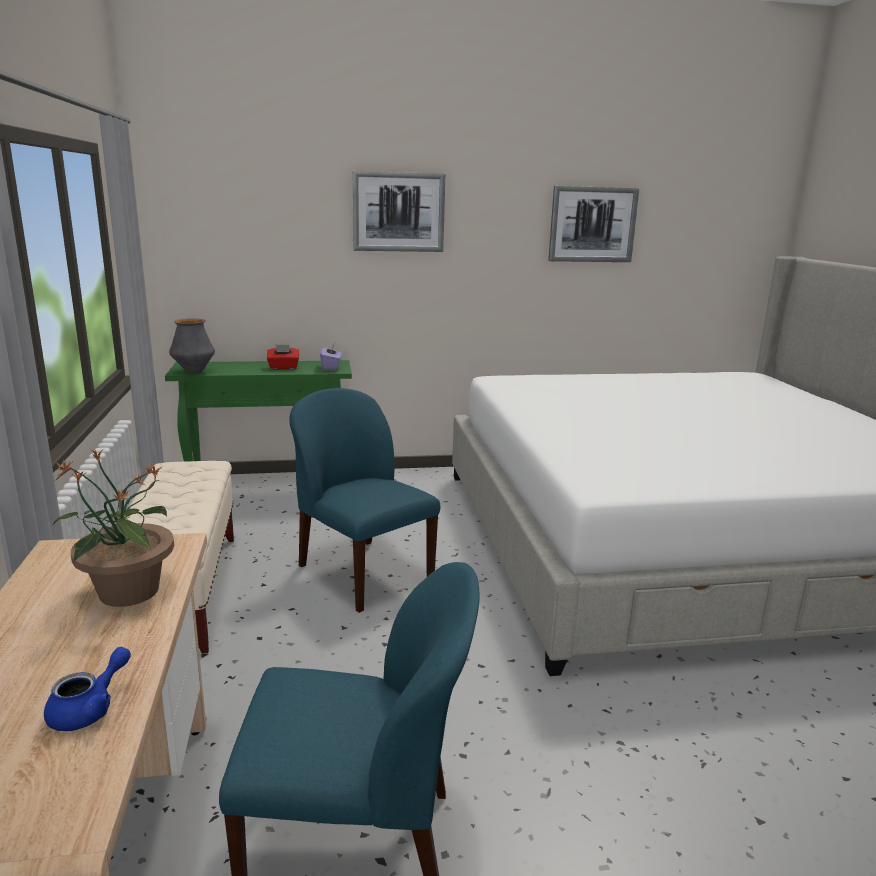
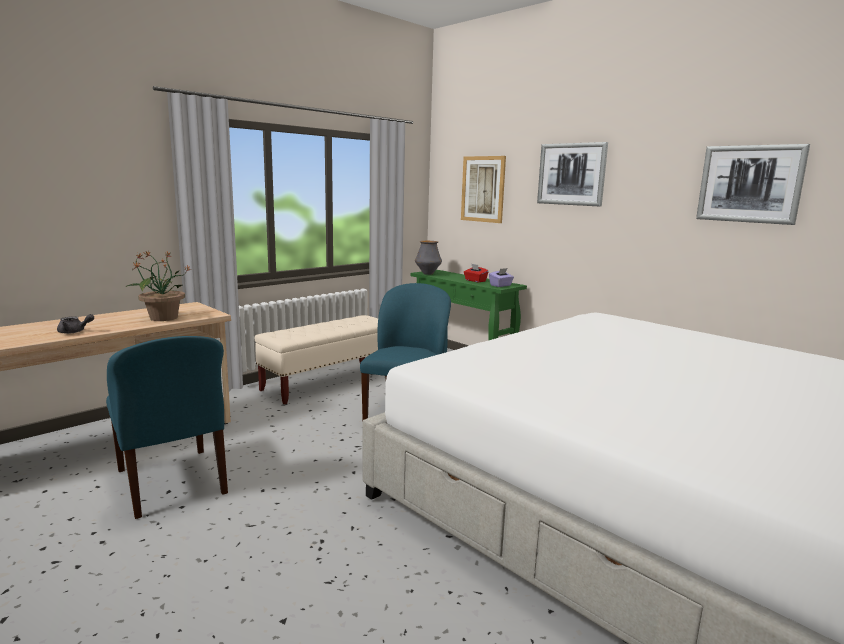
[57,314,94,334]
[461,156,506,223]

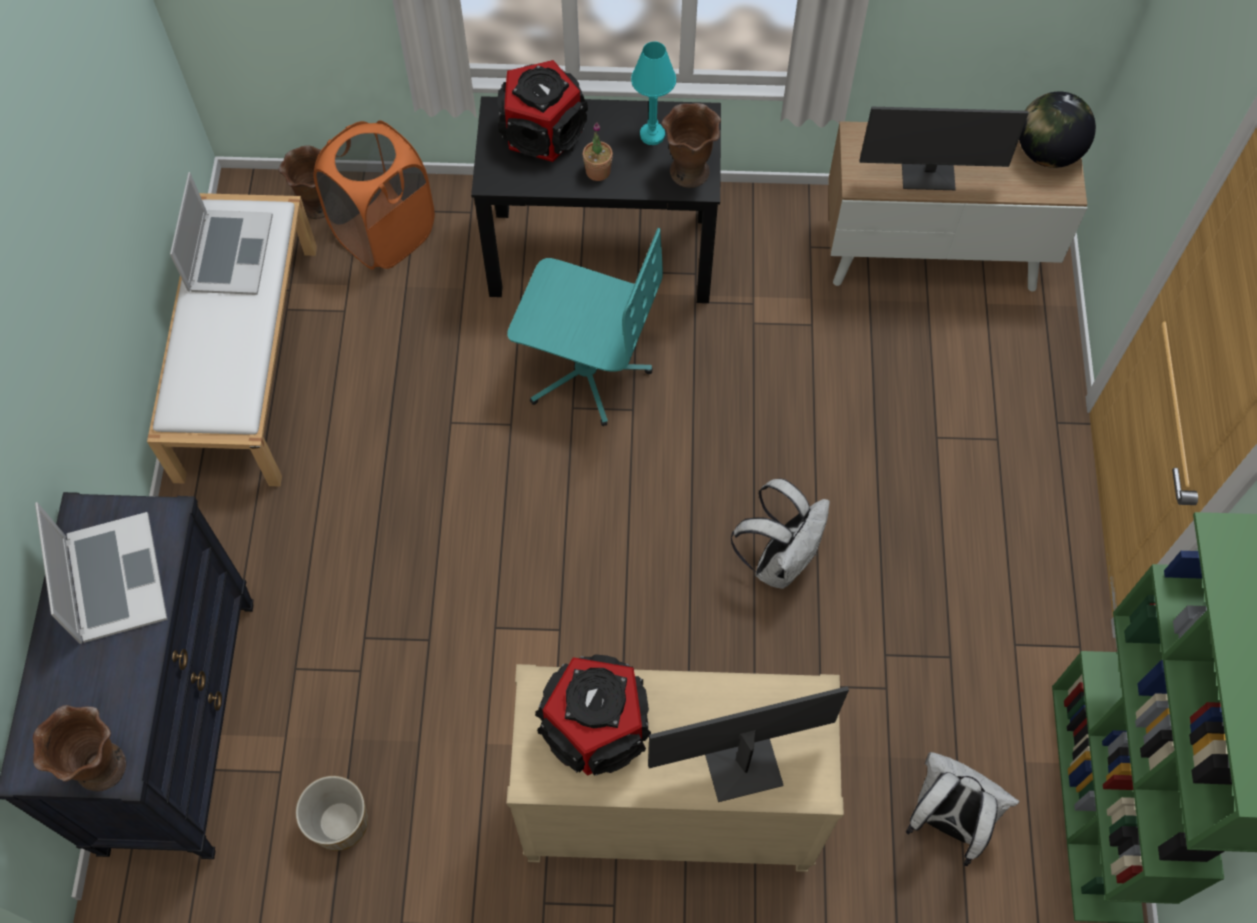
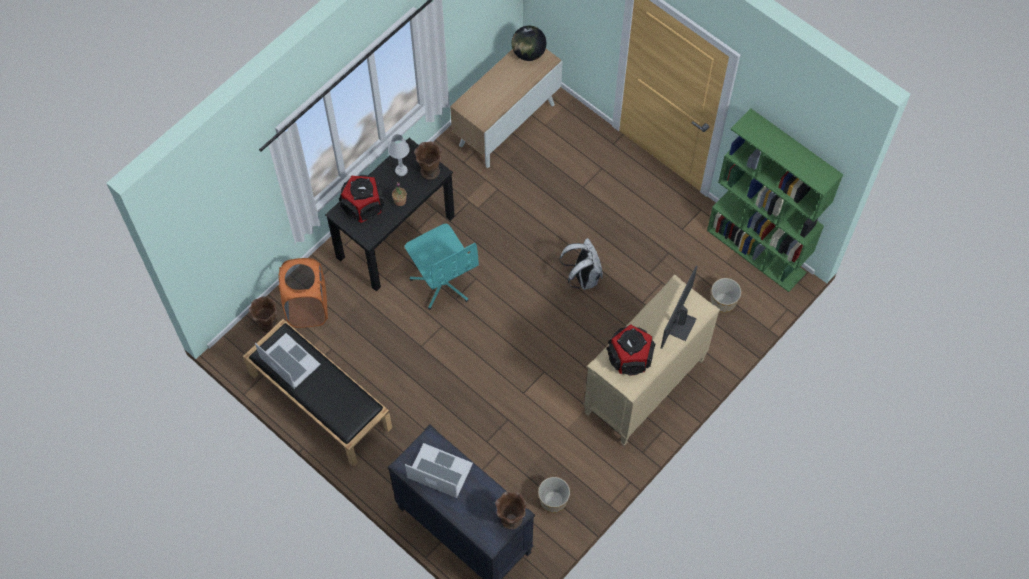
[243,319,392,467]
[405,224,479,310]
[388,134,410,176]
[860,107,1029,190] (first image)
[711,278,741,313]

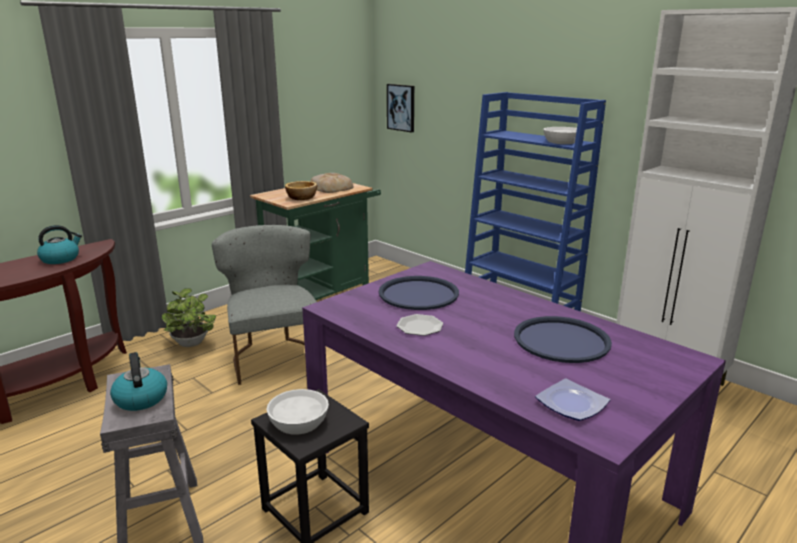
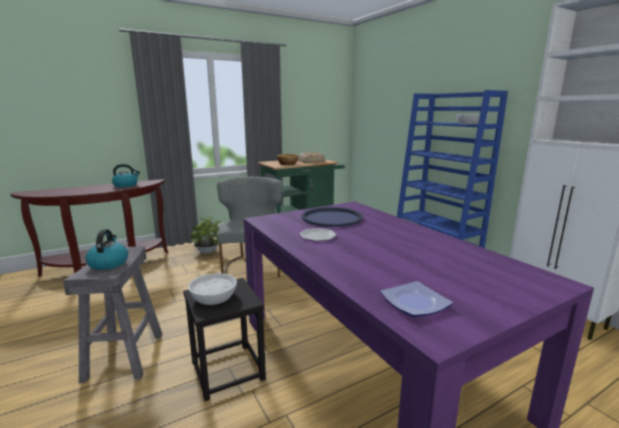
[387,84,414,132] (first image)
[514,316,612,363] (first image)

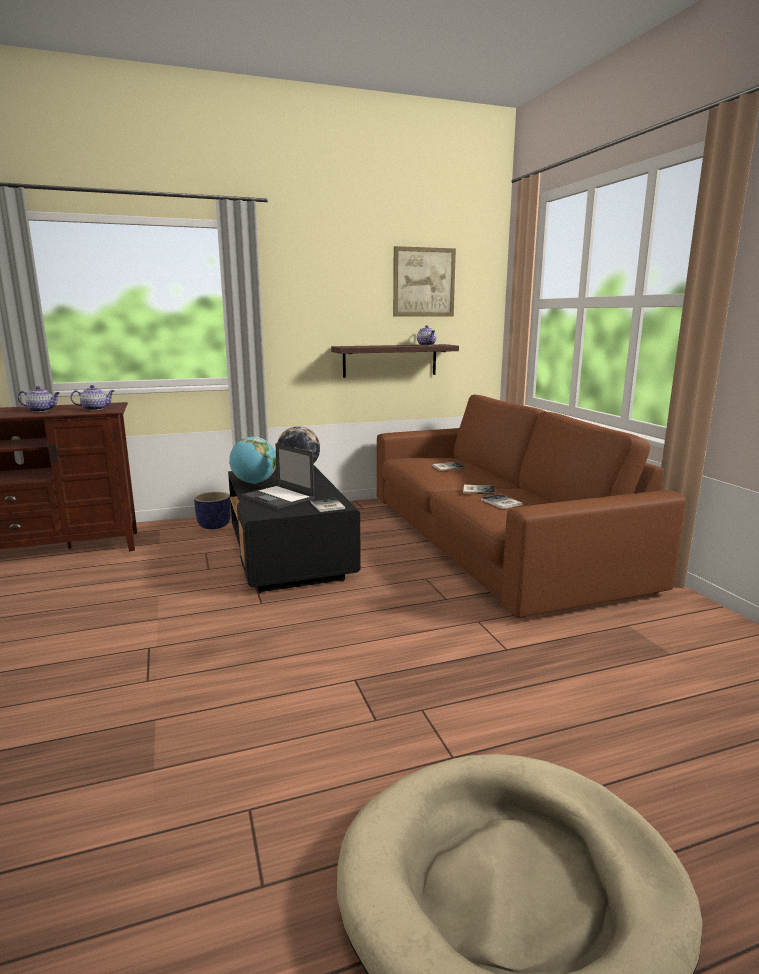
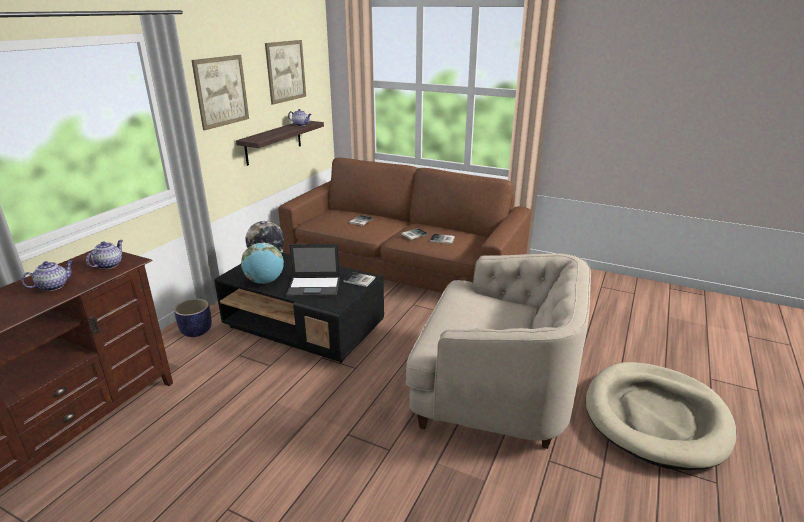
[191,55,249,130]
[406,253,591,449]

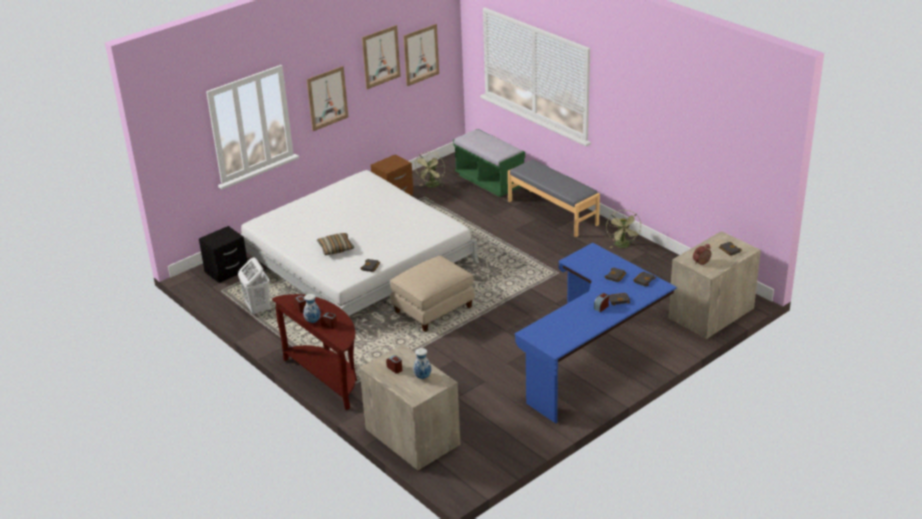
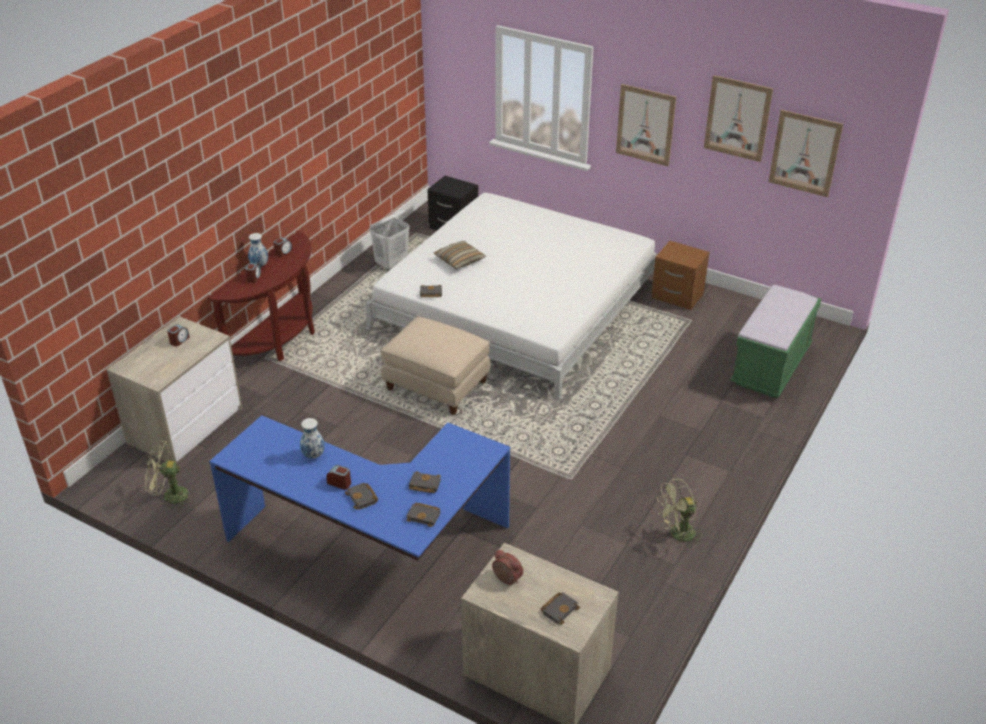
[300,418,325,459]
[145,440,194,510]
[508,159,600,237] (first image)

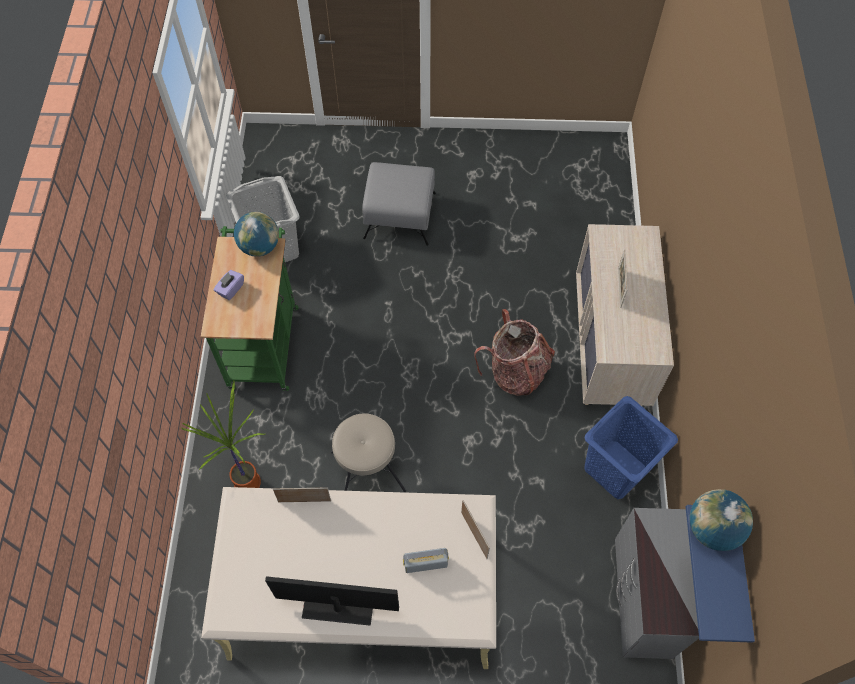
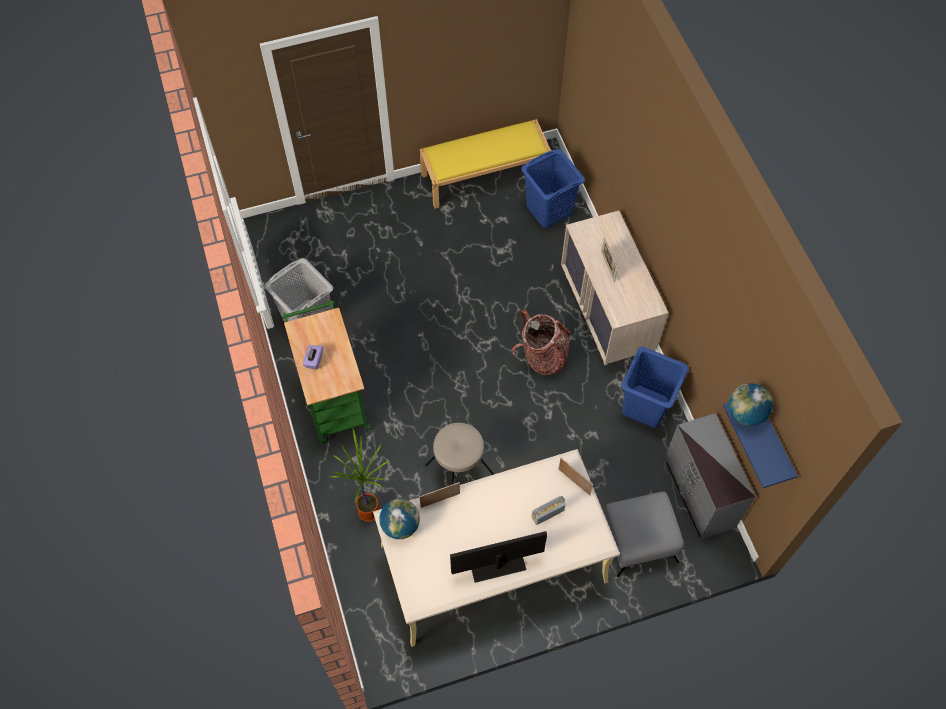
[379,499,420,539]
[604,491,684,577]
[420,119,551,209]
[521,149,585,228]

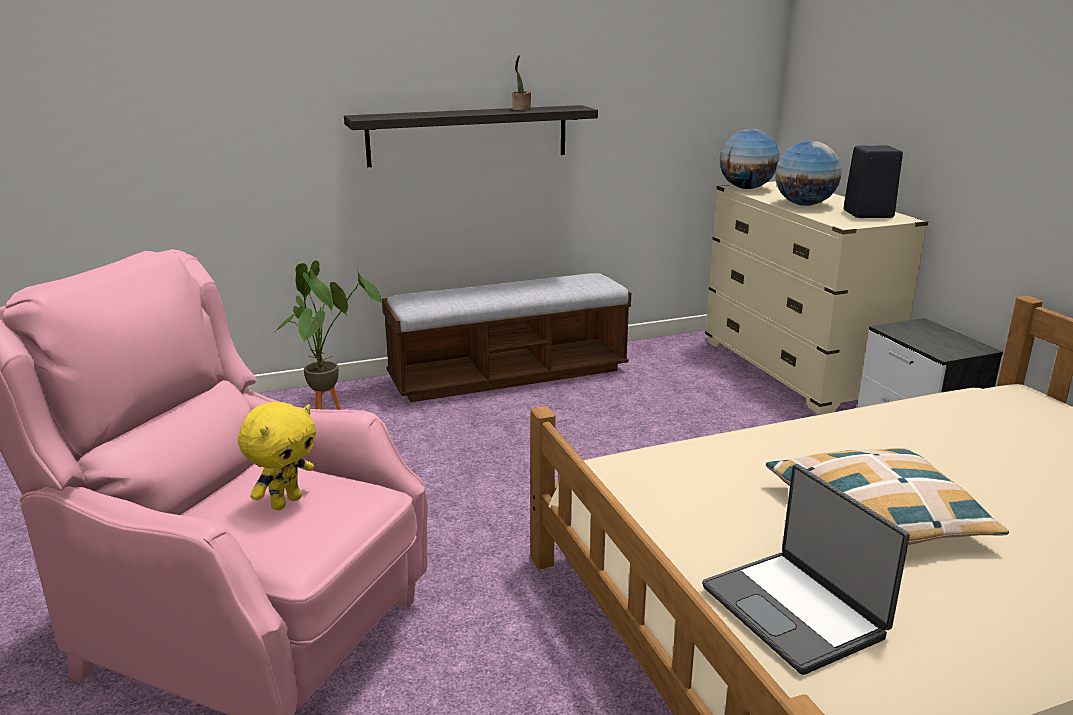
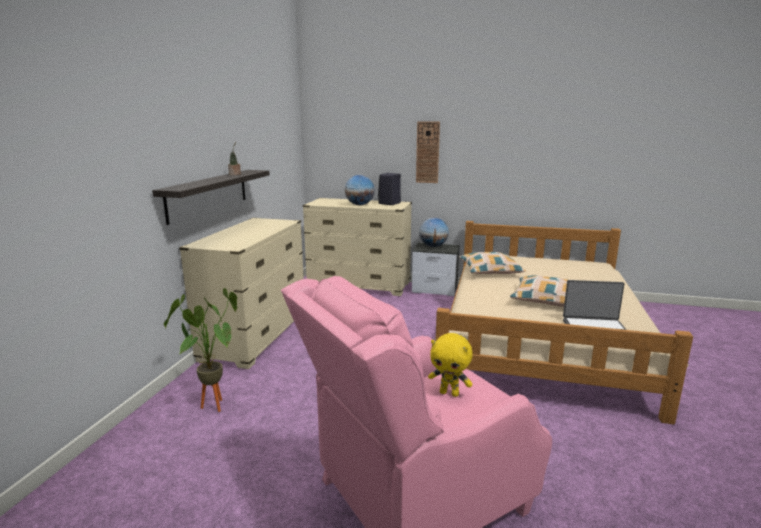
[428,333,472,397]
[179,218,304,369]
[419,217,449,247]
[416,121,440,183]
[459,252,526,274]

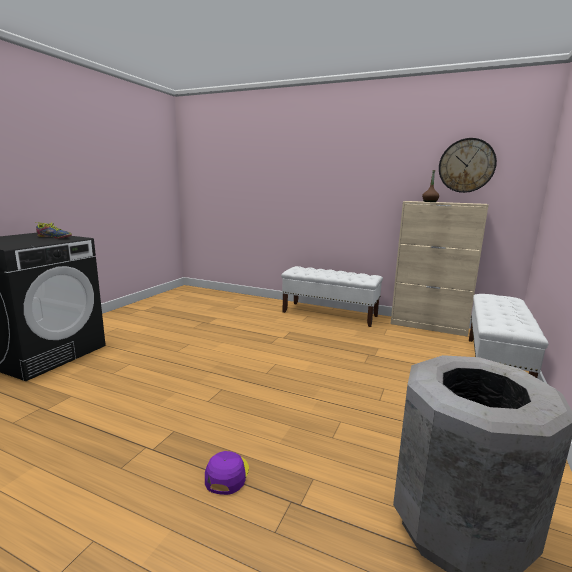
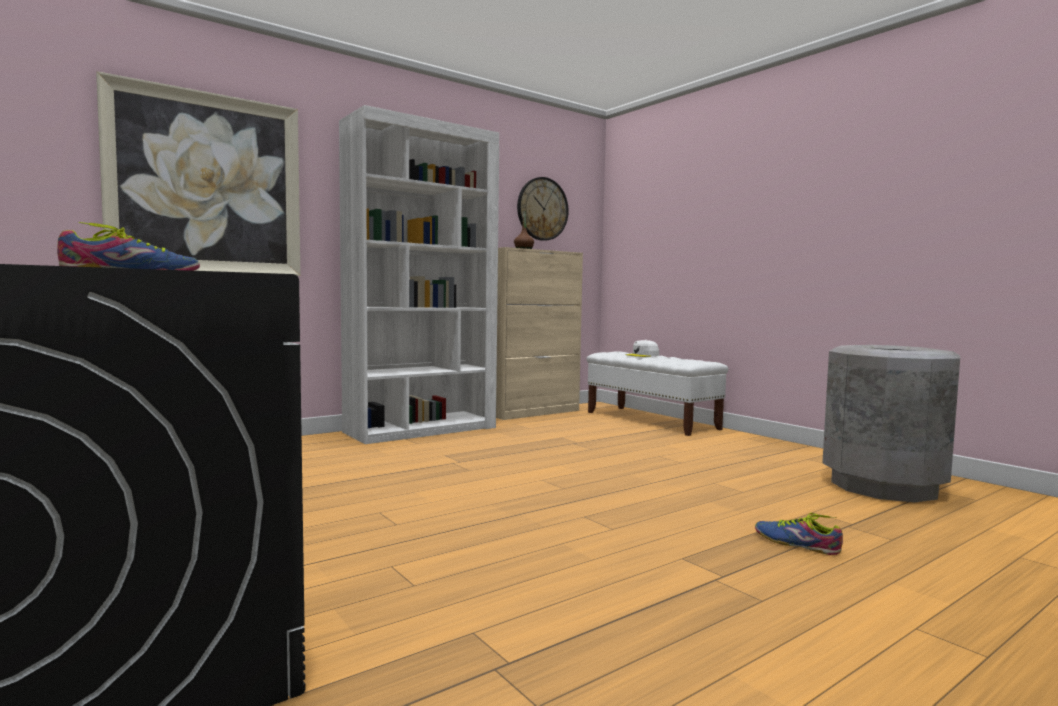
[755,513,843,555]
[339,105,499,444]
[96,71,300,276]
[625,340,659,357]

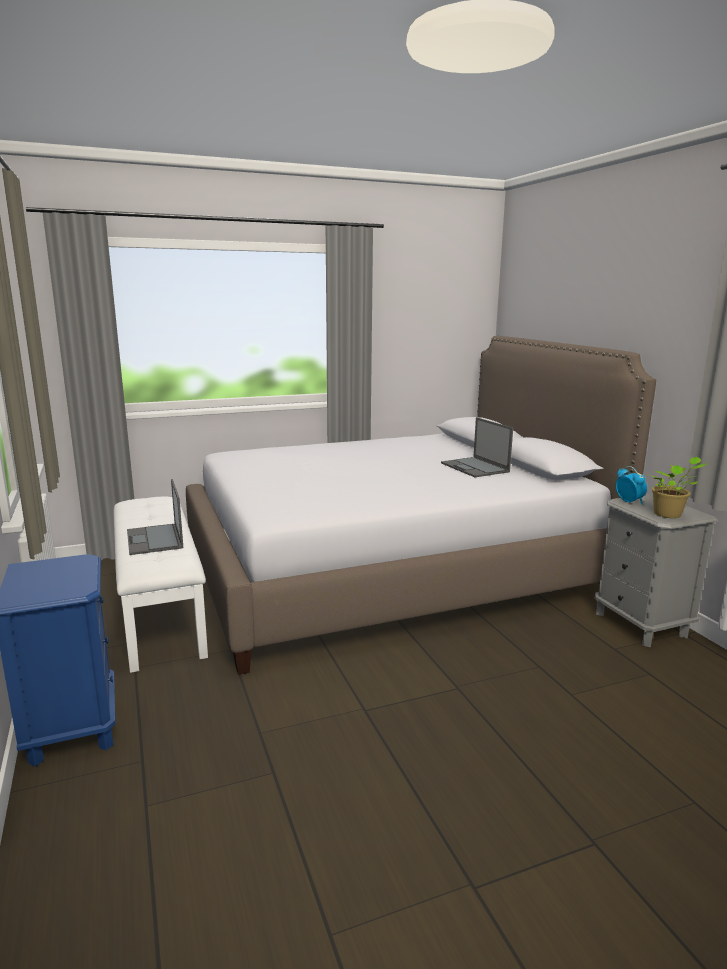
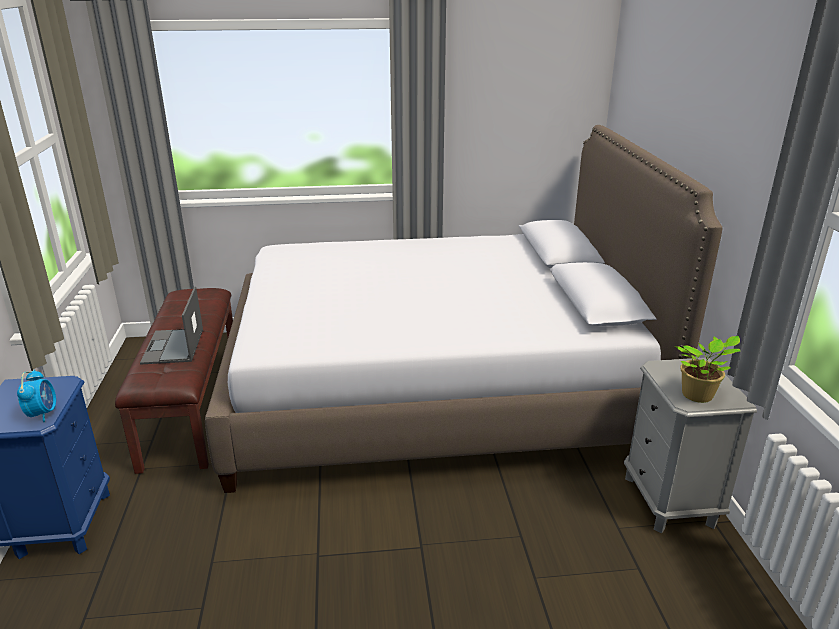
[115,288,233,474]
[441,417,513,477] (first image)
[17,370,56,422]

